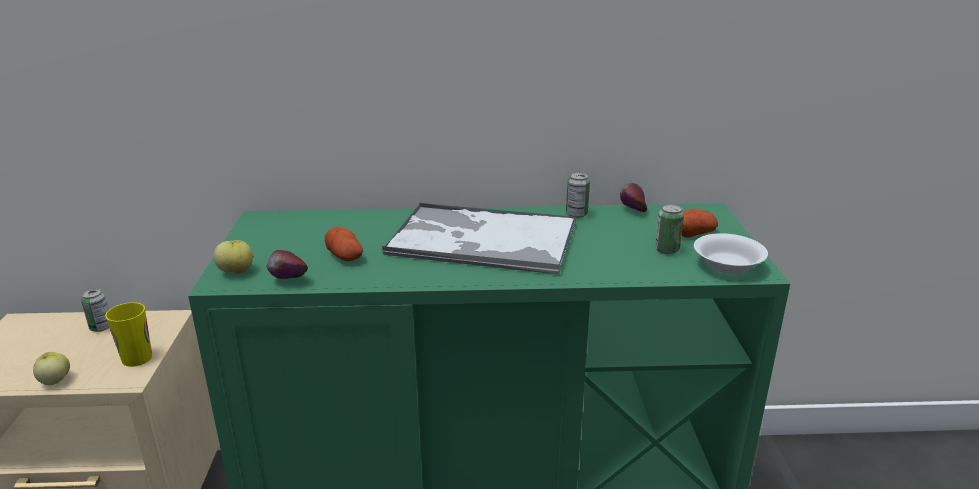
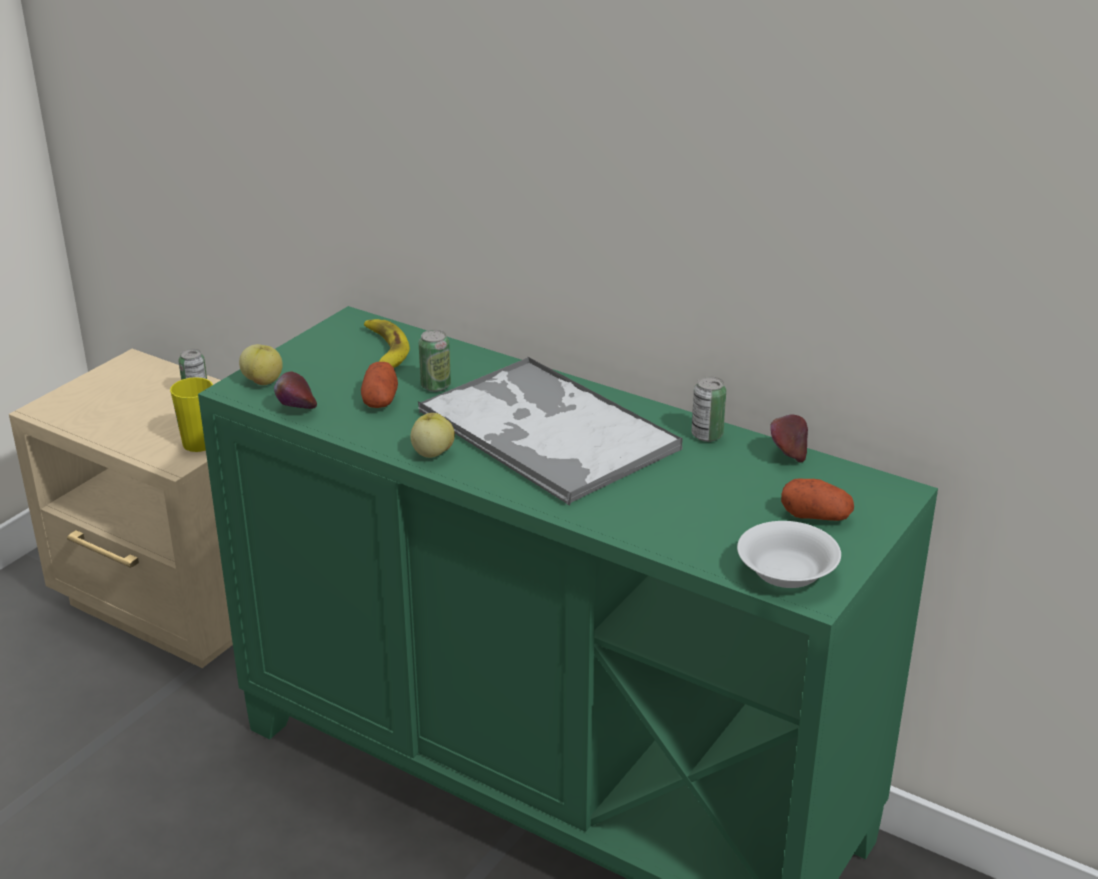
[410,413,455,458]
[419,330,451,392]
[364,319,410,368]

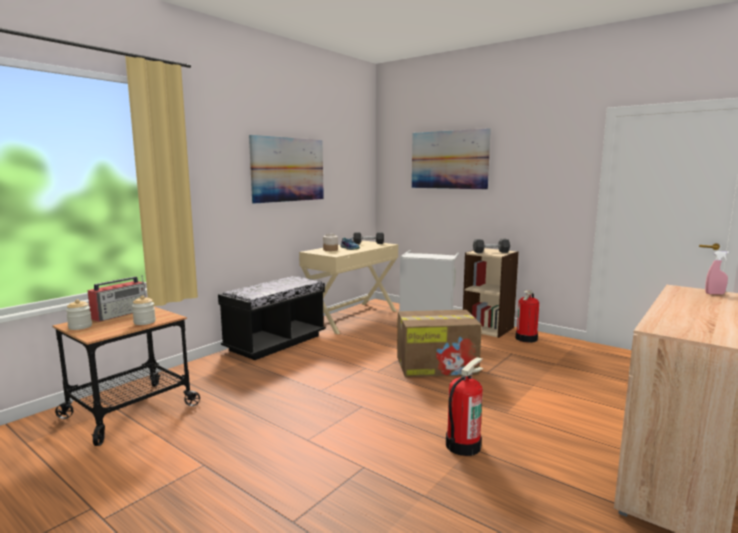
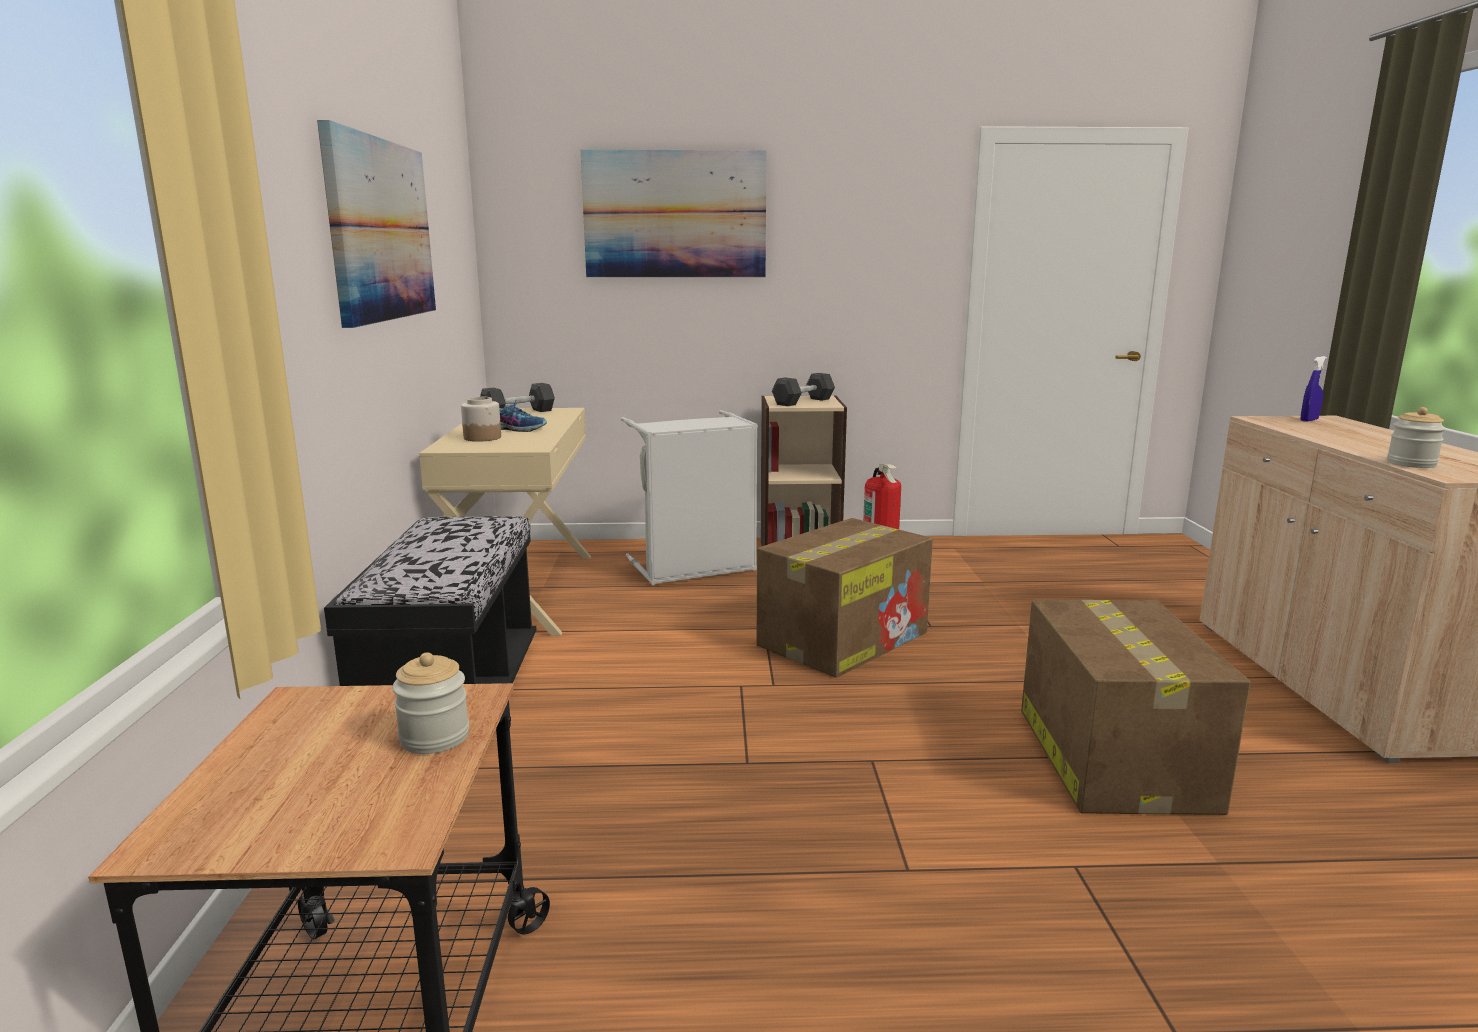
[1387,407,1446,468]
[87,275,146,322] (first image)
[1021,600,1251,815]
[1301,356,1327,422]

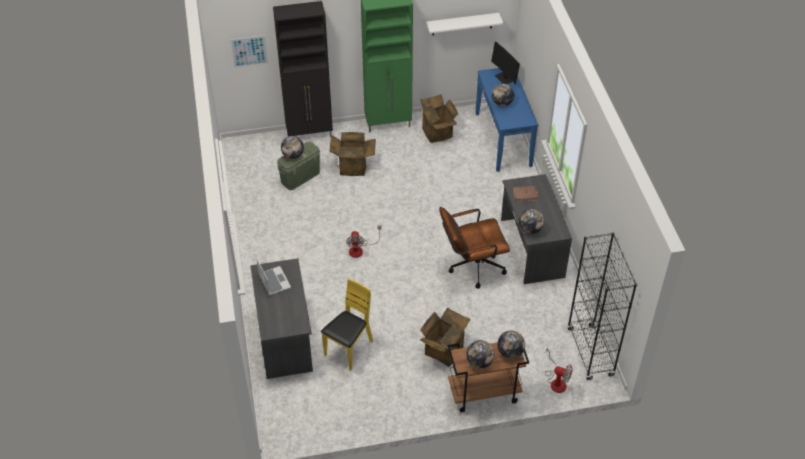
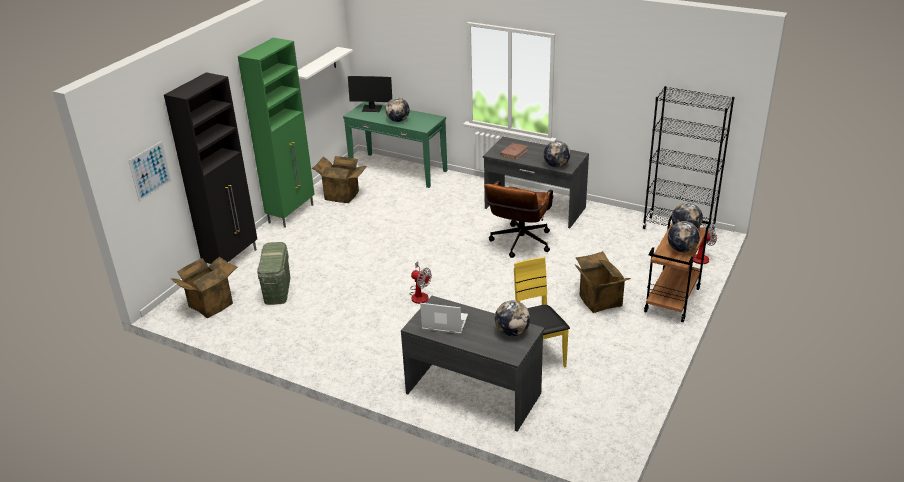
[495,301,530,336]
[171,257,238,318]
[343,102,447,188]

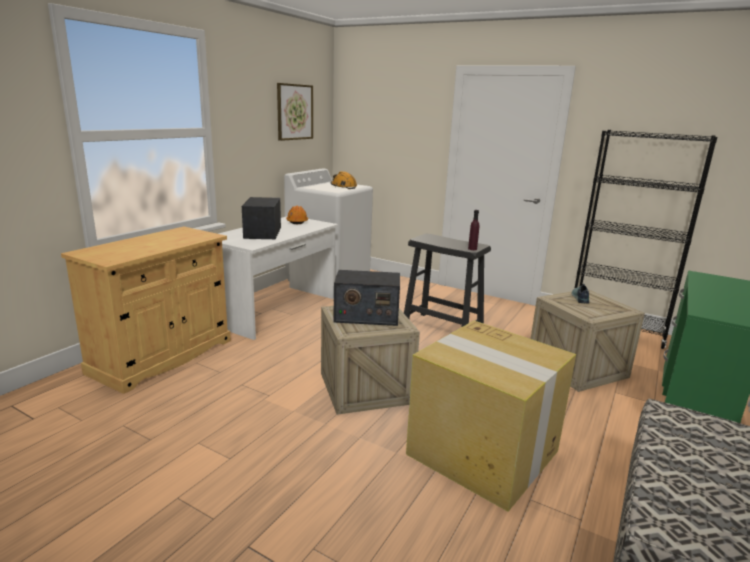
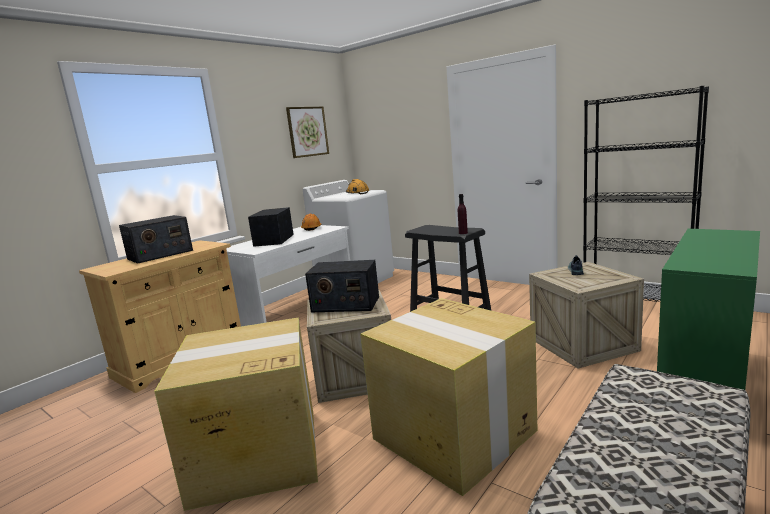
[119,215,193,264]
[154,317,318,511]

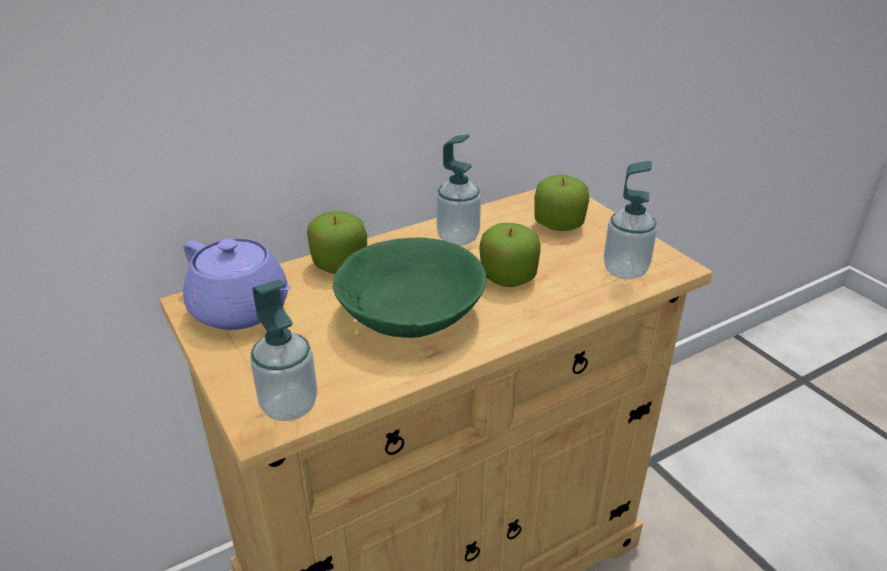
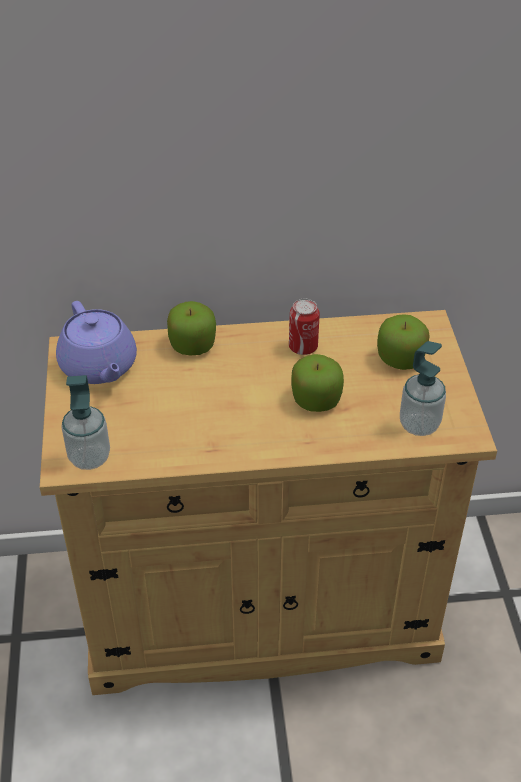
[332,238,486,338] (first image)
[289,299,320,355]

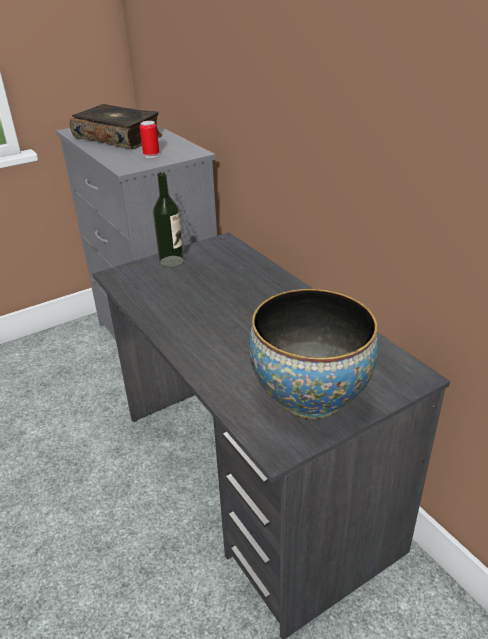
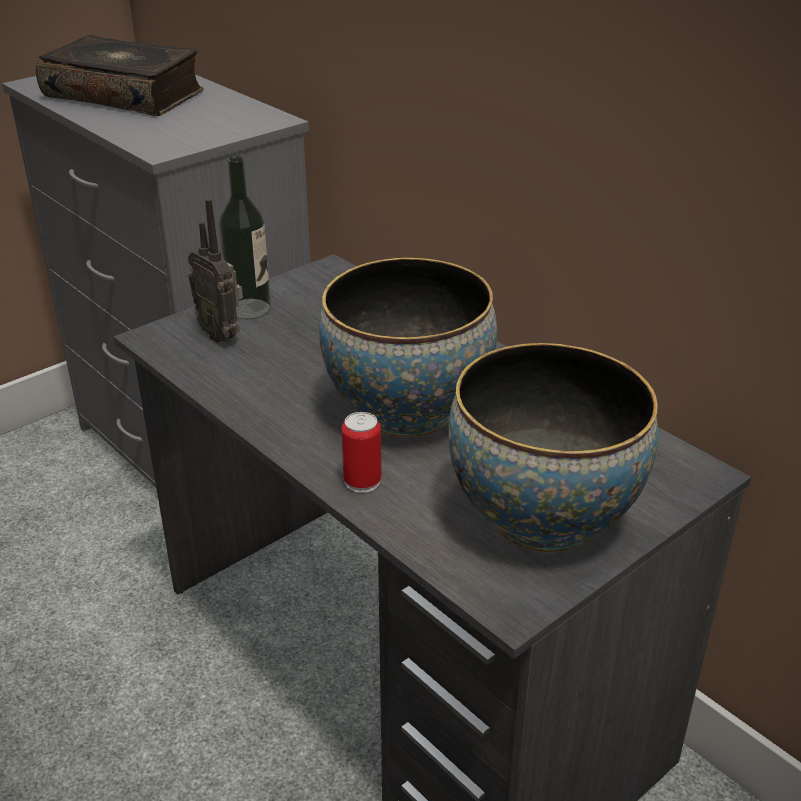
[342,412,381,493]
[188,198,243,342]
[319,258,497,437]

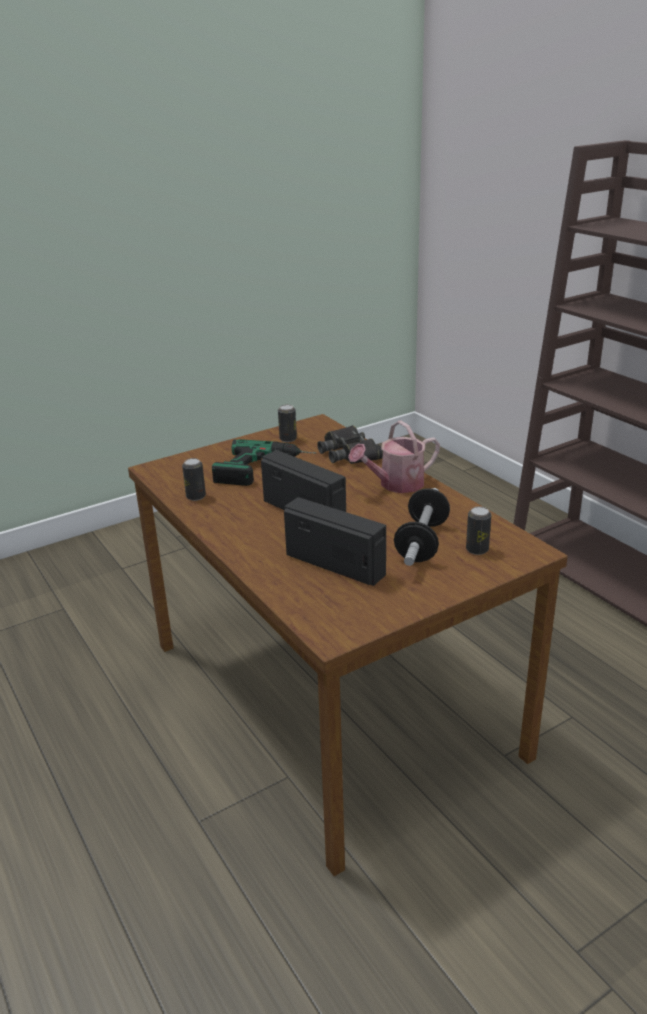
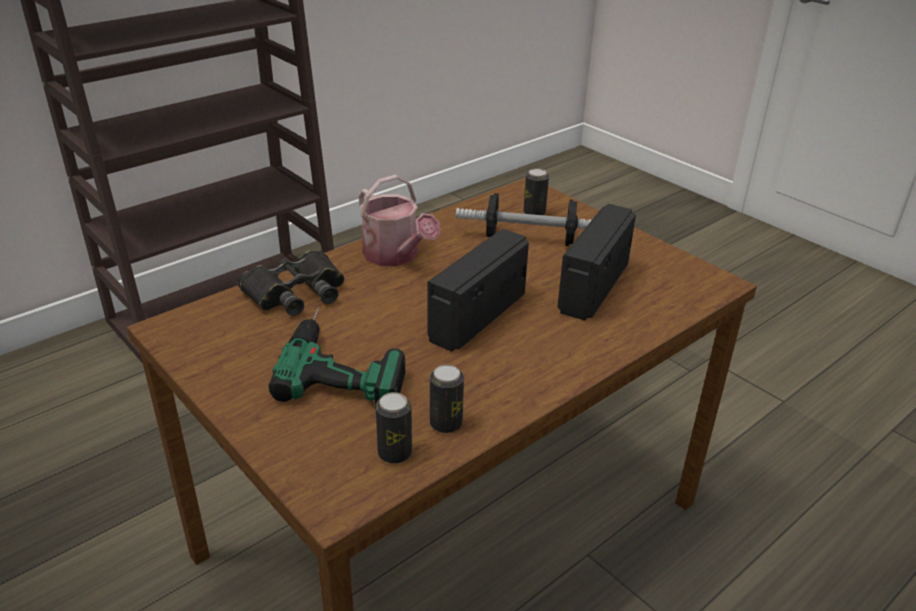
[376,392,412,464]

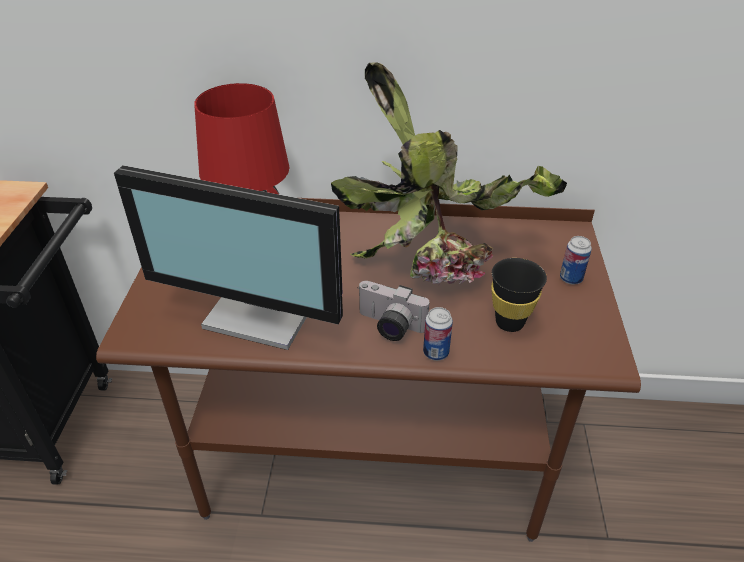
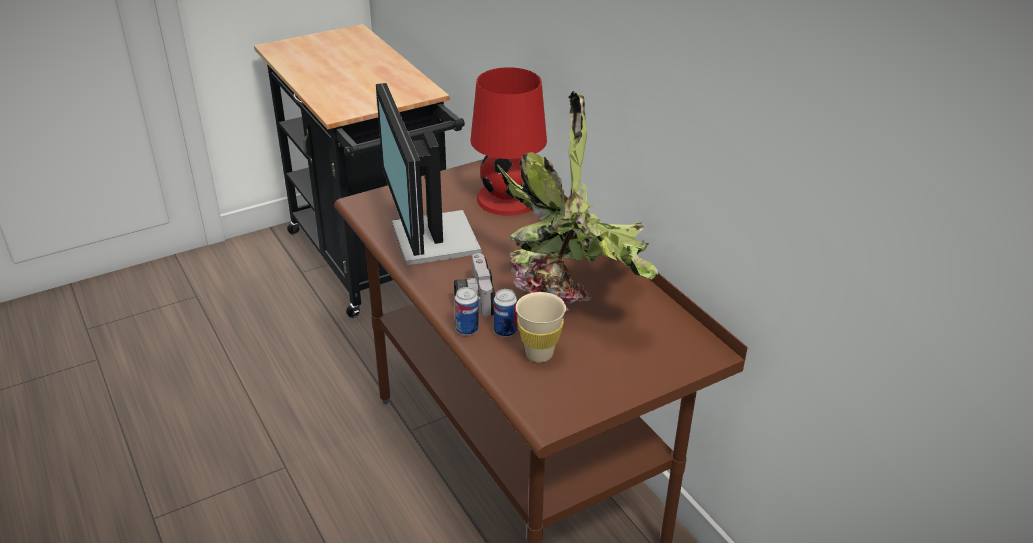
[516,292,566,362]
[494,289,517,337]

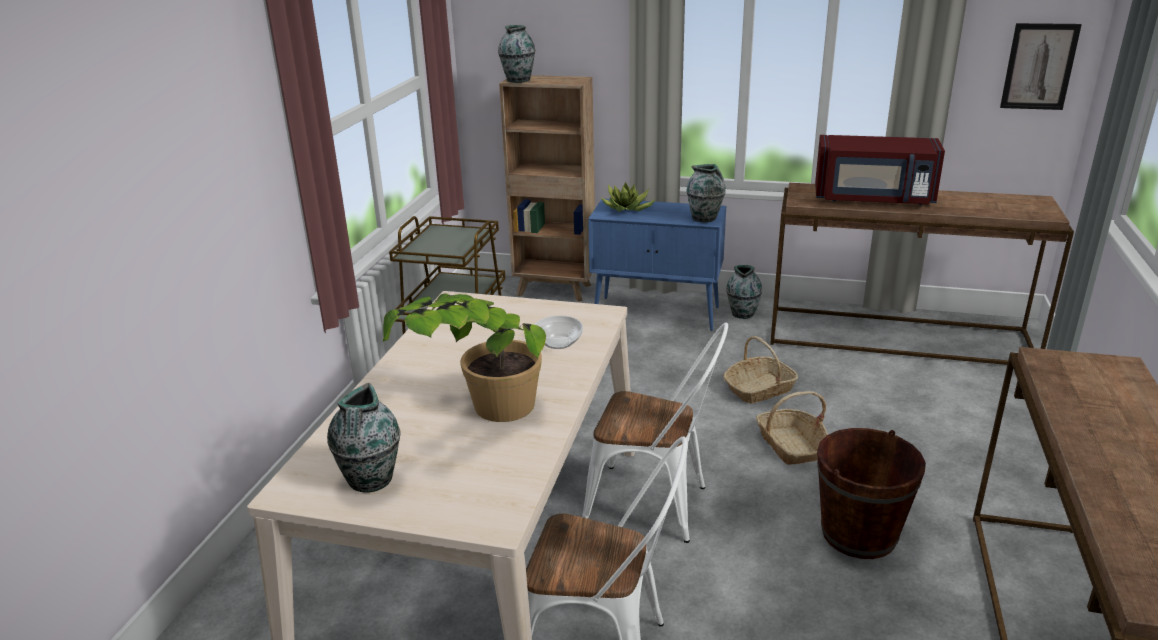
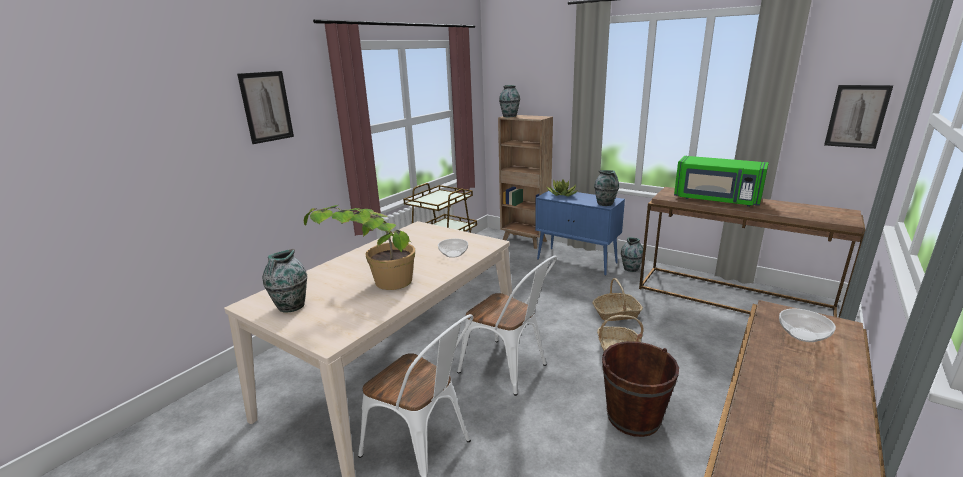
[674,156,769,207]
[237,71,294,144]
[779,309,836,342]

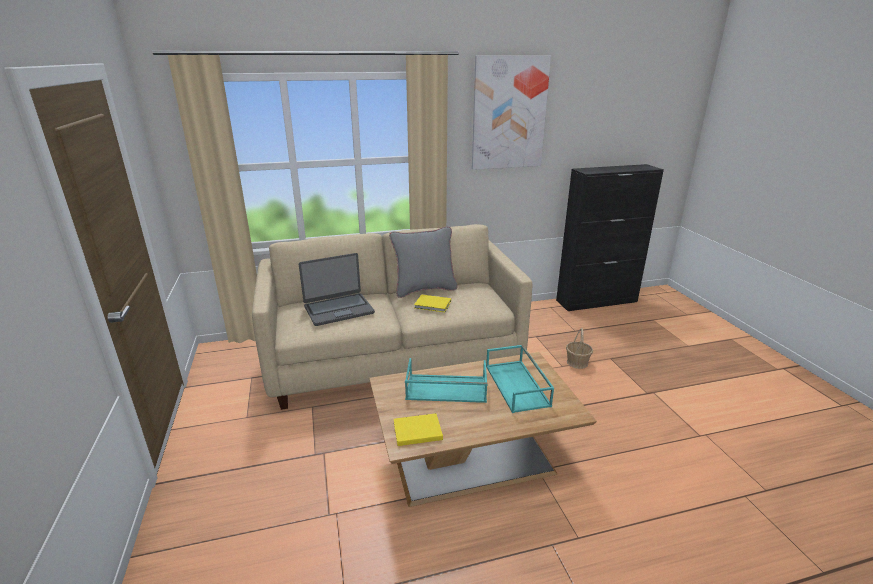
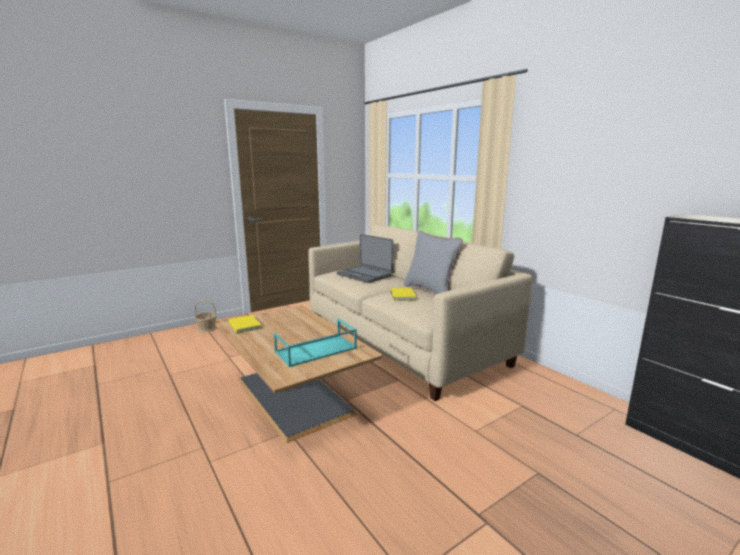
[405,358,488,403] (first image)
[472,55,551,170] (first image)
[194,300,217,332]

